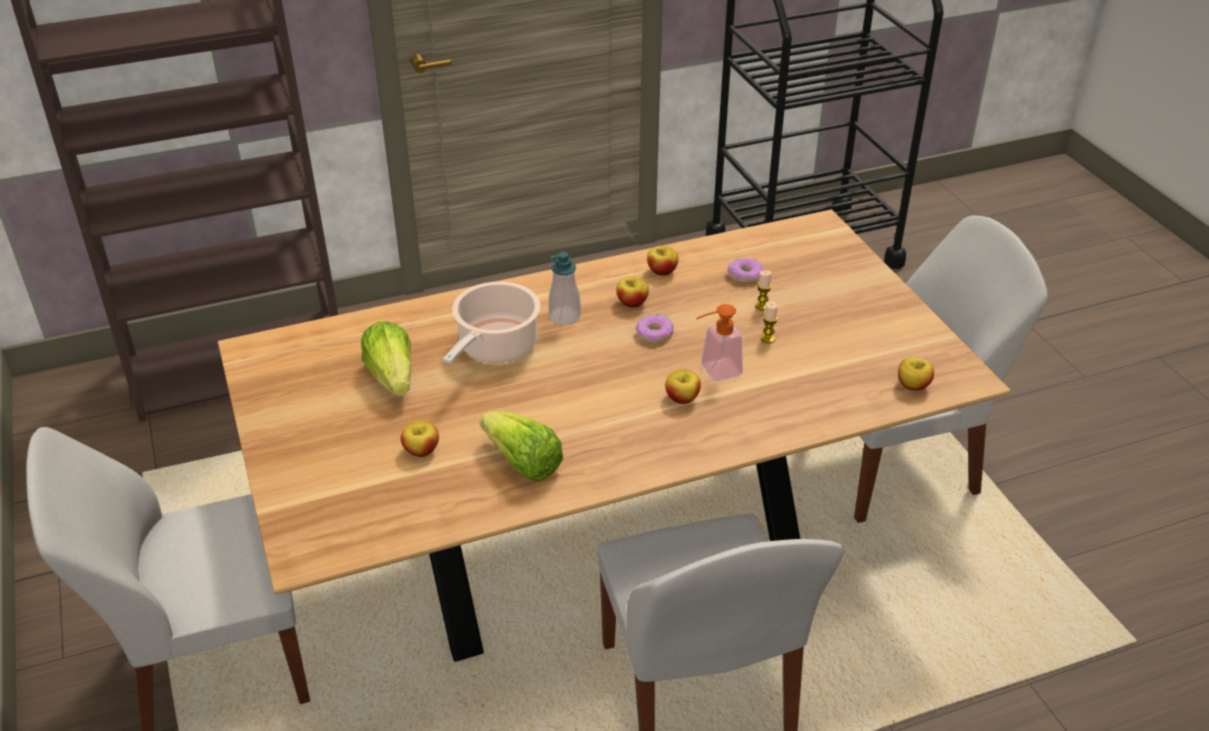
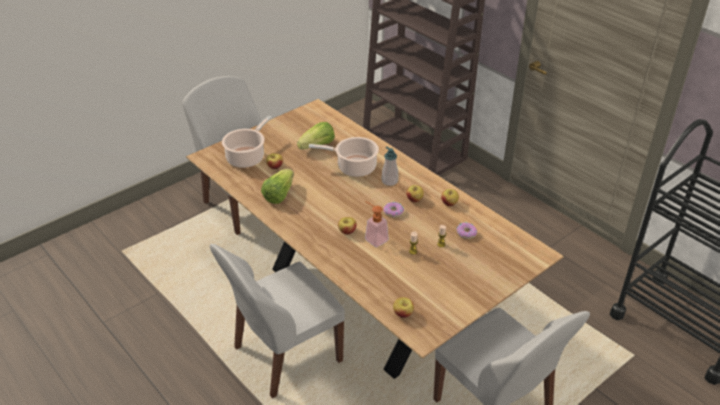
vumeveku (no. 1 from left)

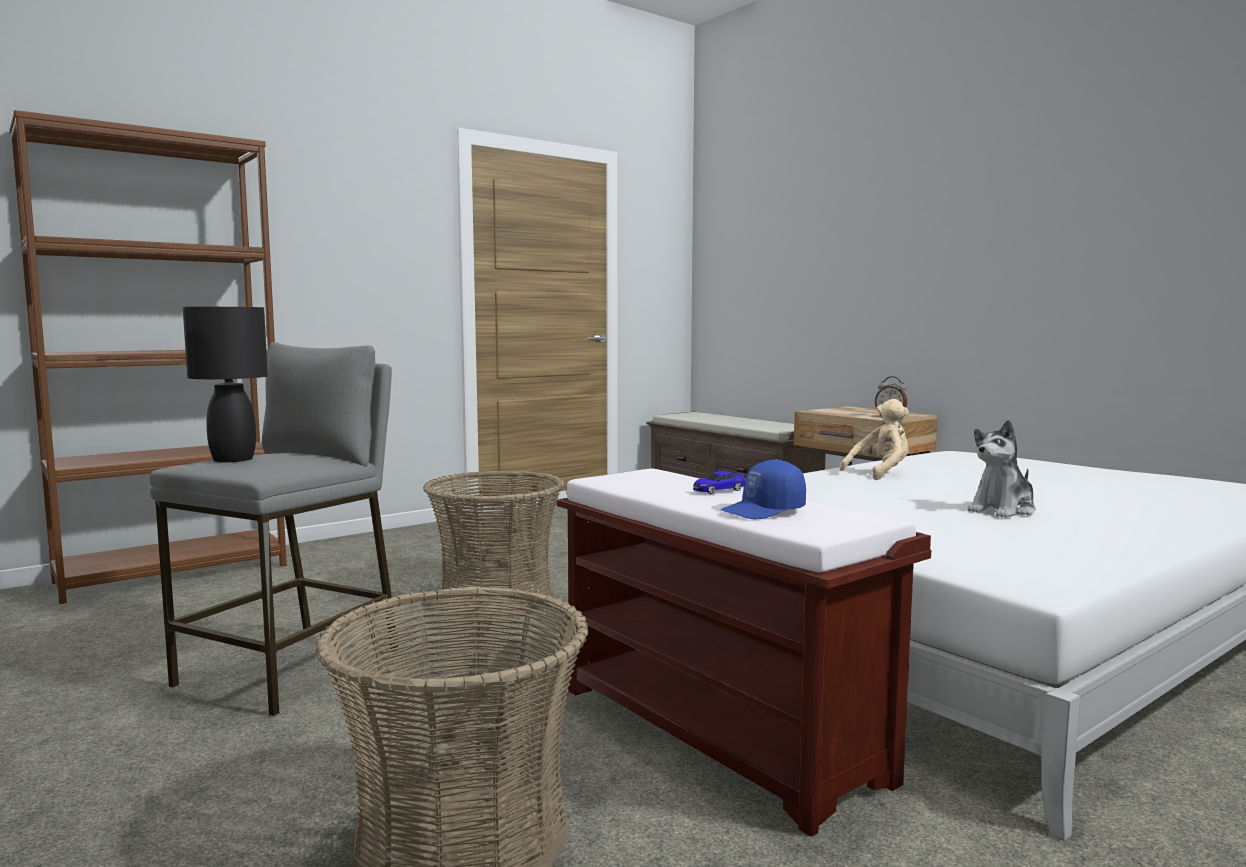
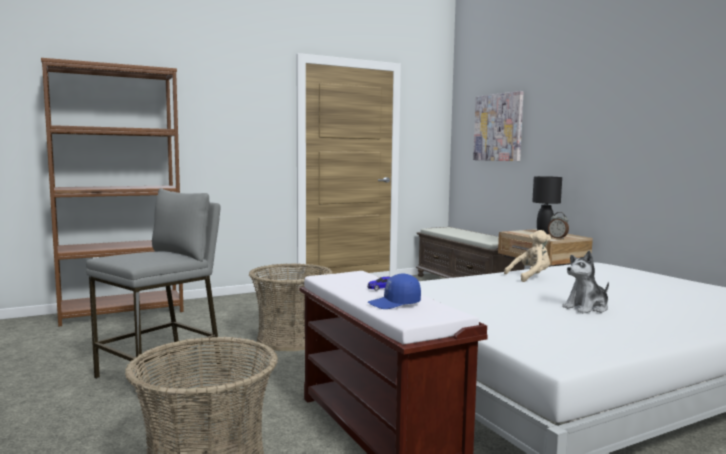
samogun
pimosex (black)

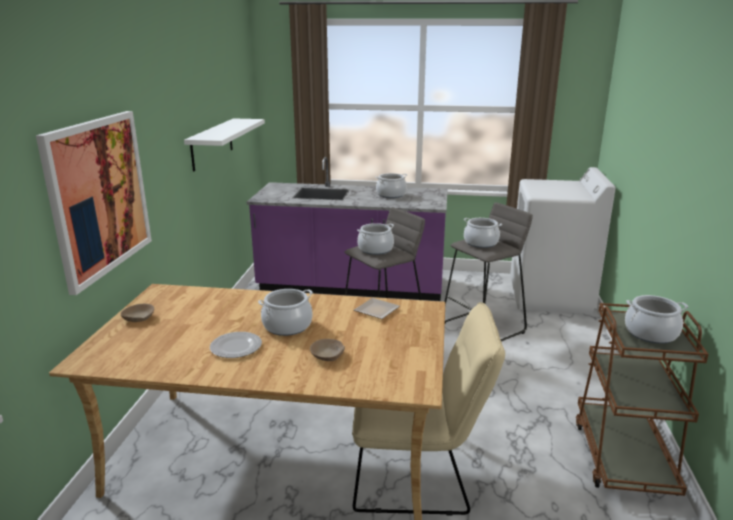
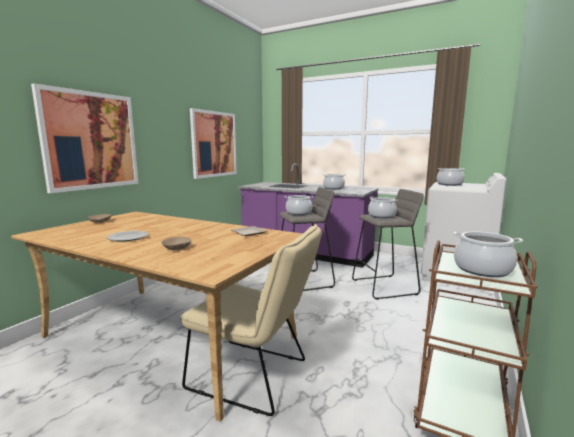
samogun (no. 2 from left)
vumeveku (no. 4 from left)

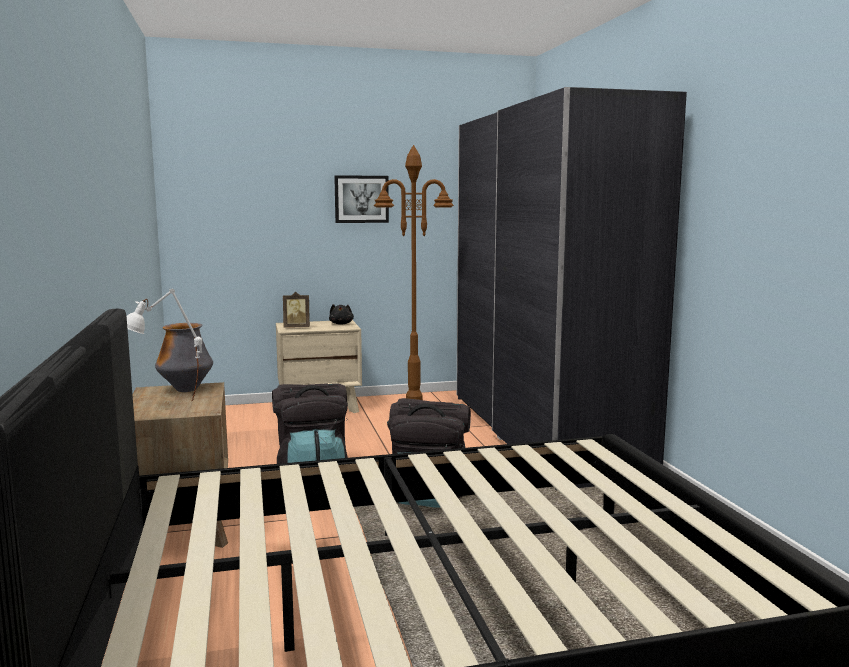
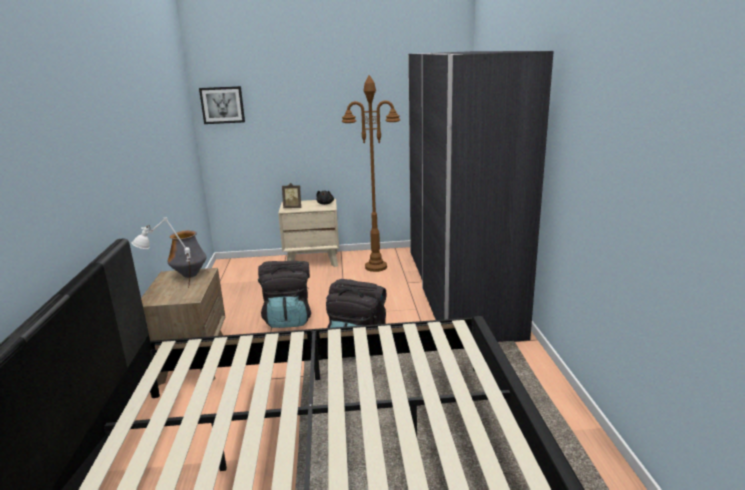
samogun

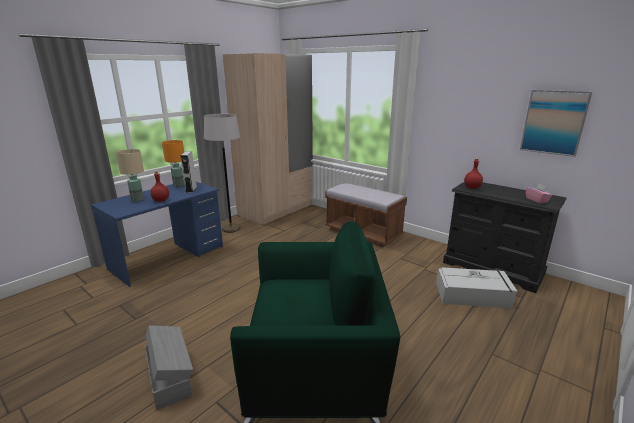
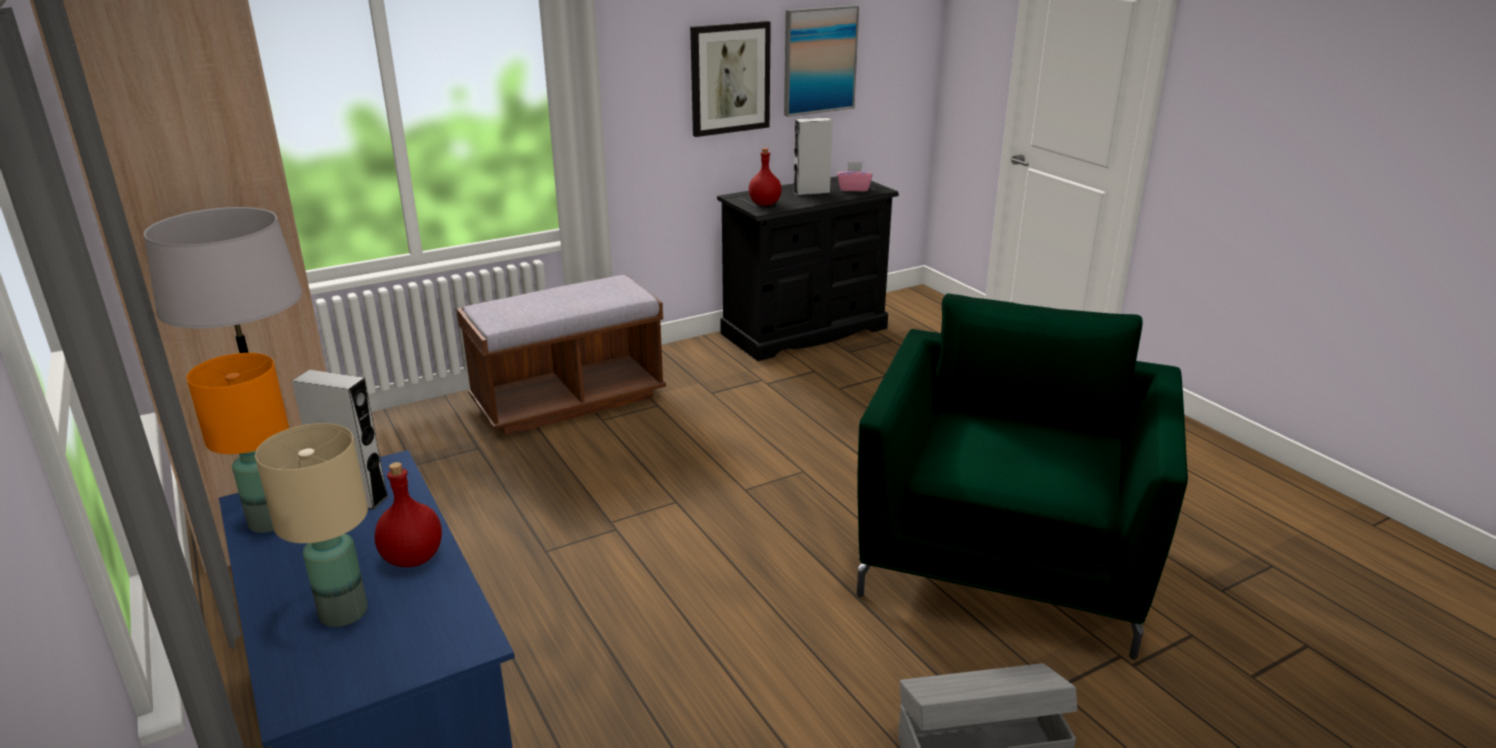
samogun (no. 1 from left)
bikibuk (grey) (no. 2 from left)
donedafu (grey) (no. 2 from left in the first image)

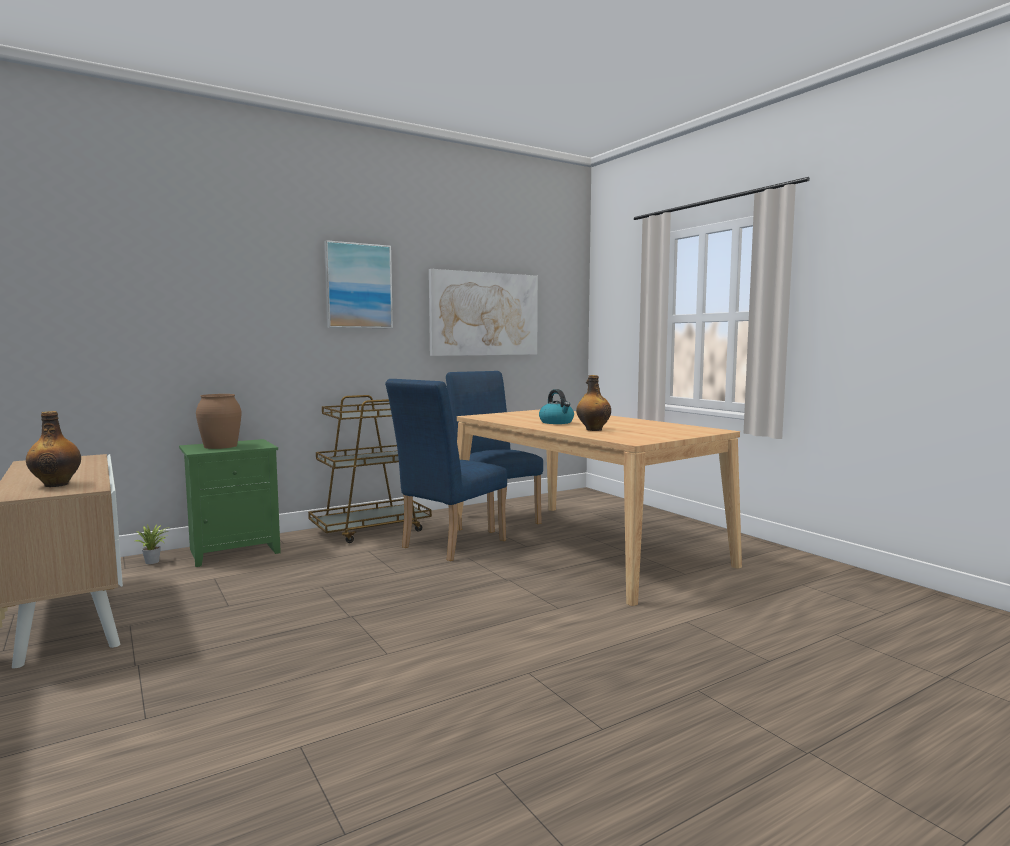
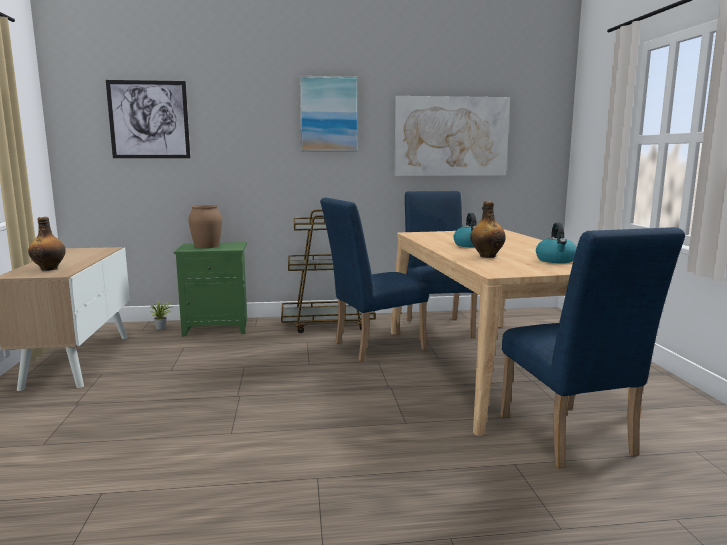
samogun (no. 1 from left)
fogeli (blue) (no. 3 from left)
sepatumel (no. 2 from left)

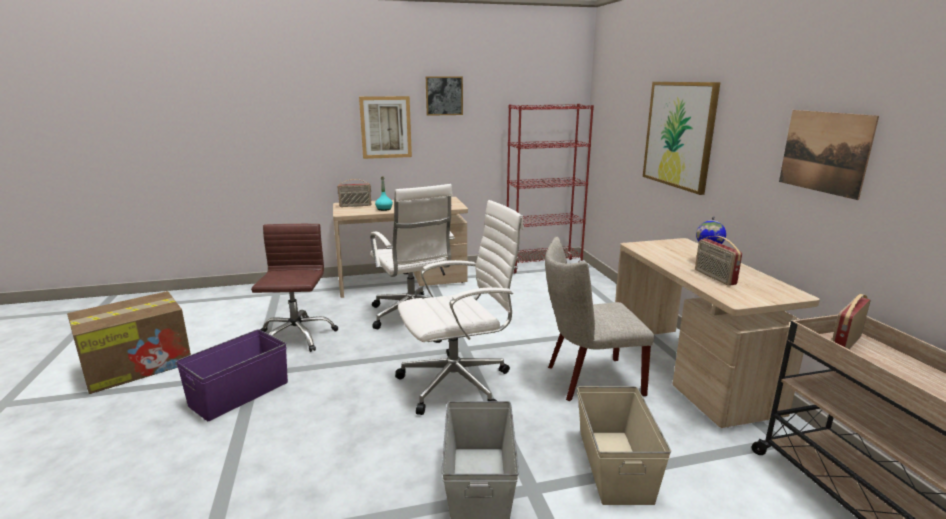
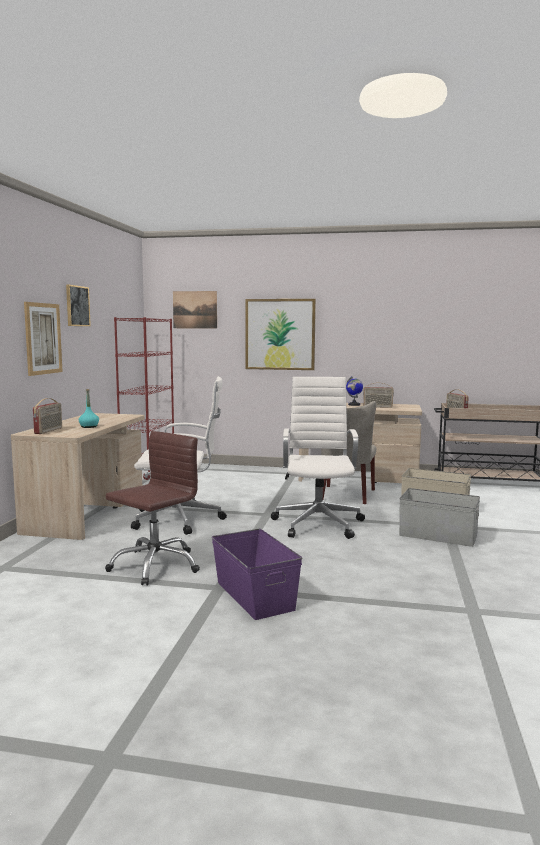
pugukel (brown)
samogun (no. 3 from left)
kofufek

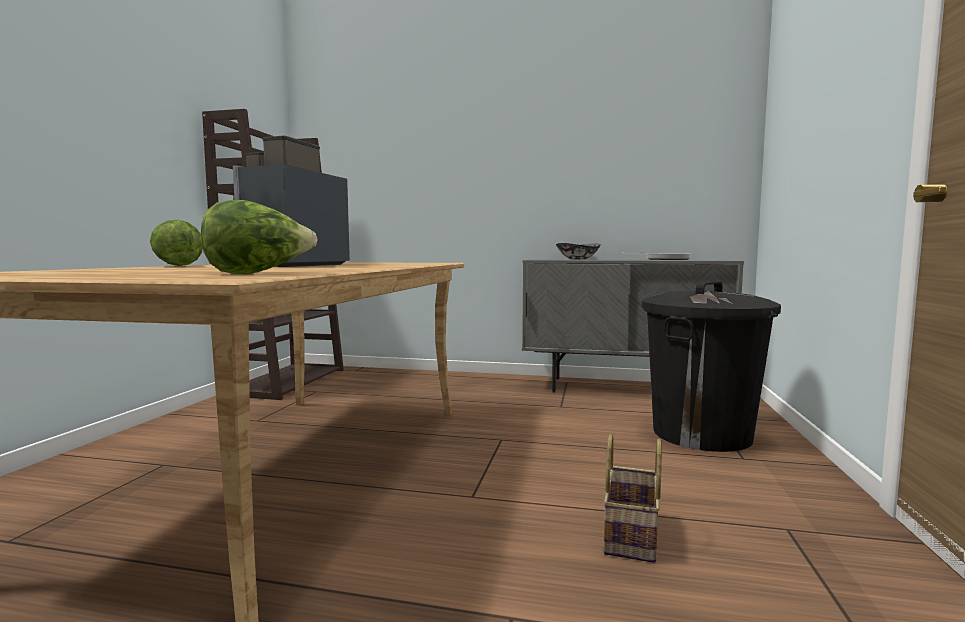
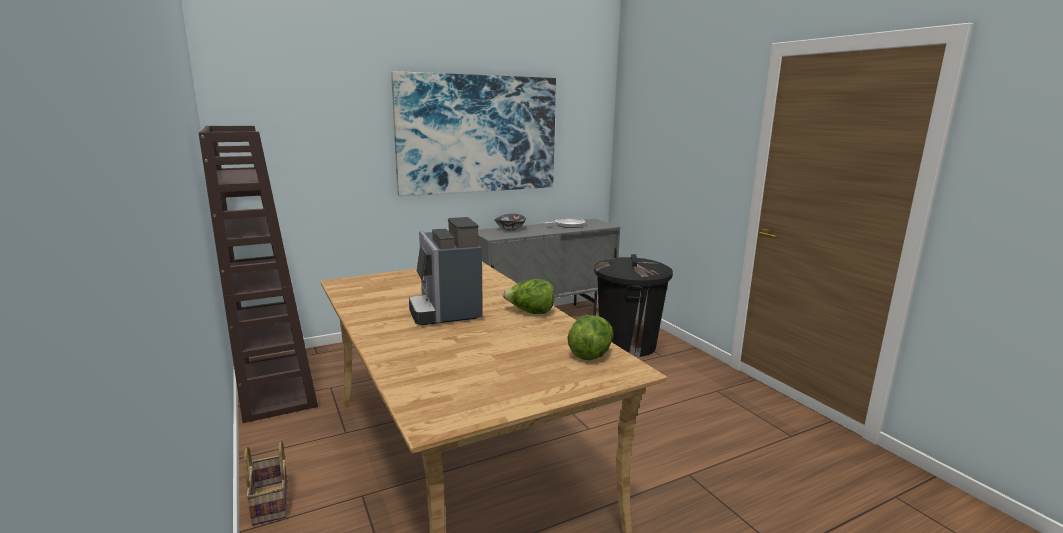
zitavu
samogun
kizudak (no. 1 from left)

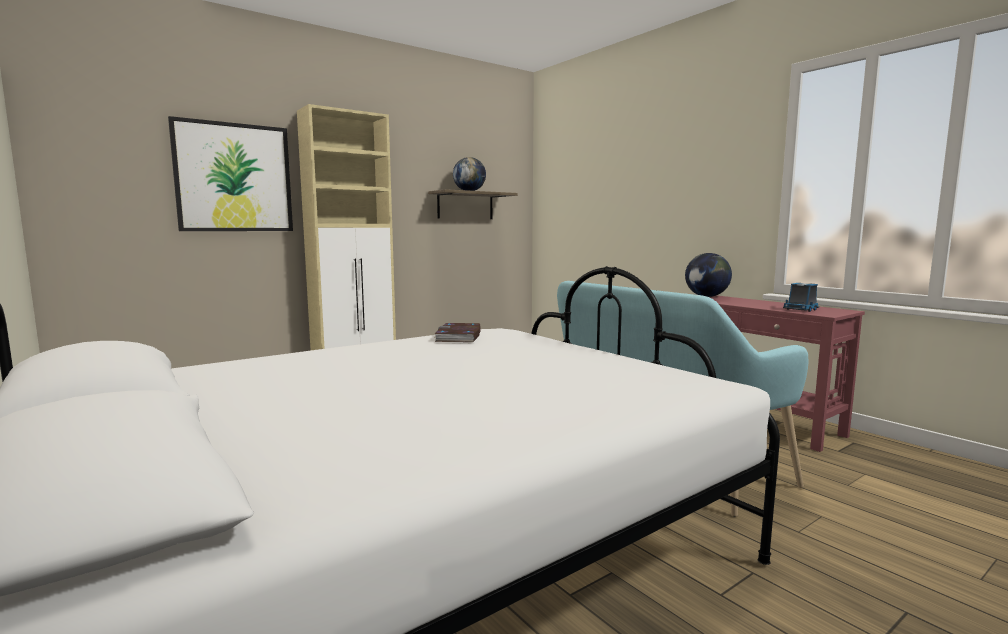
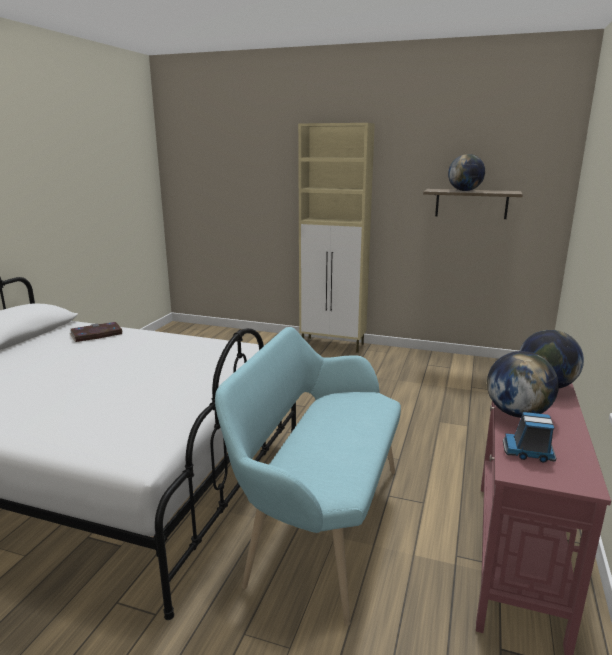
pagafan
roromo (no. 2 from left)
samogun

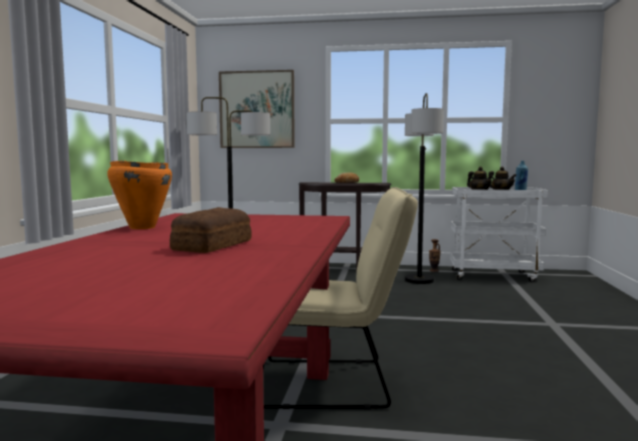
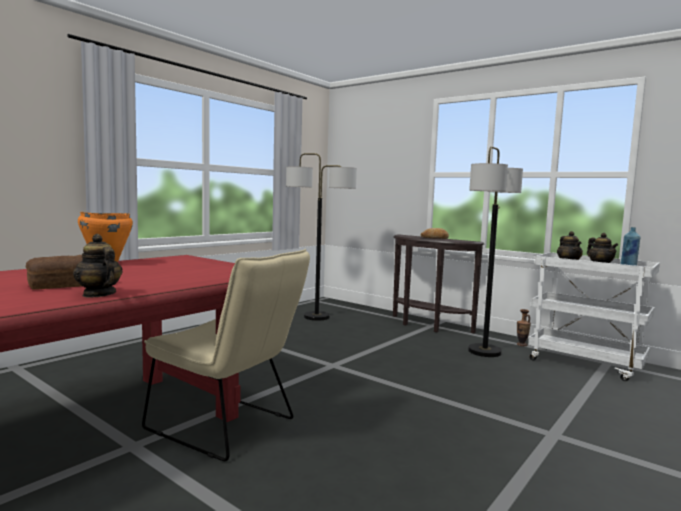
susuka (no. 1 from left)
samogun

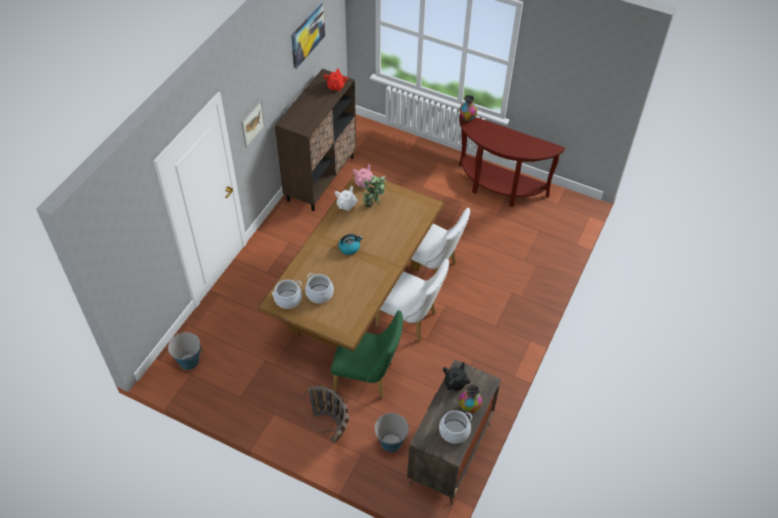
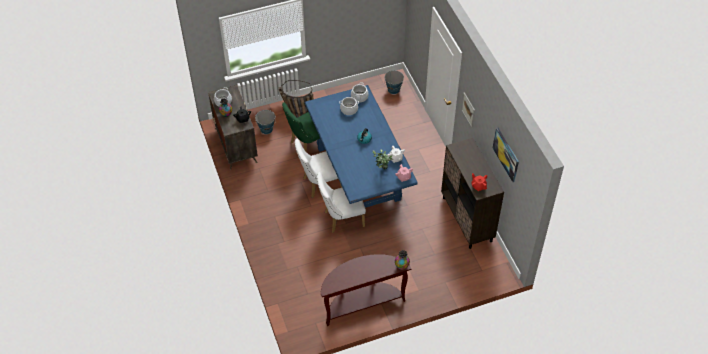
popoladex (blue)

